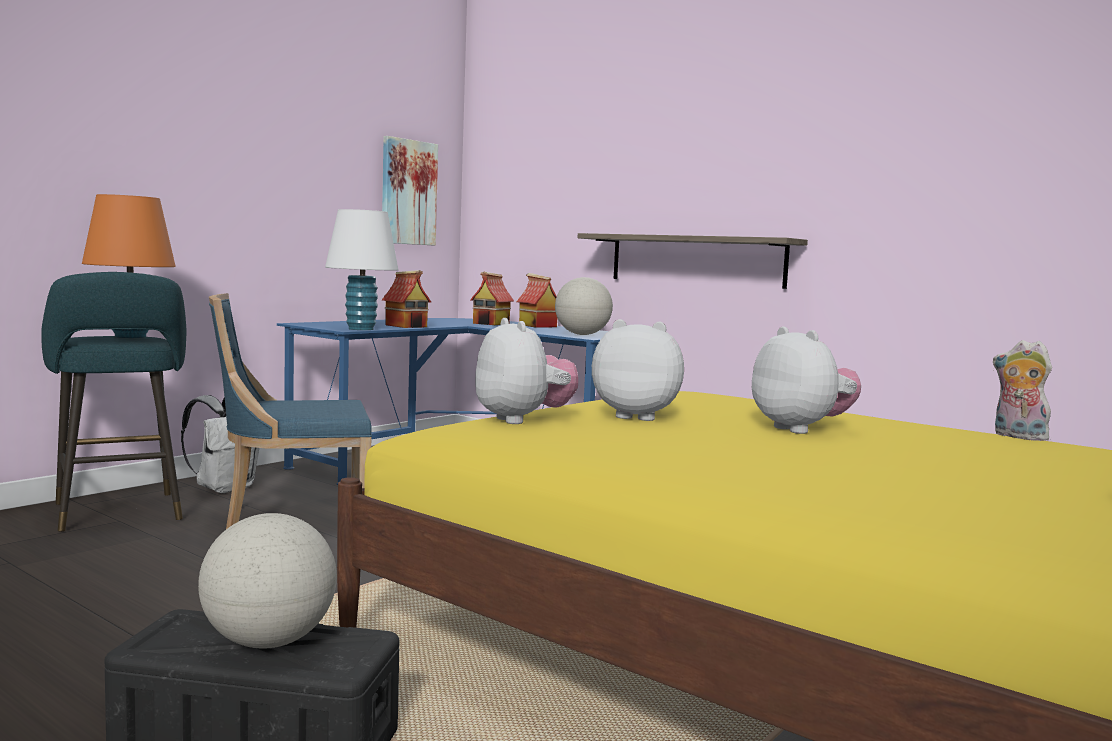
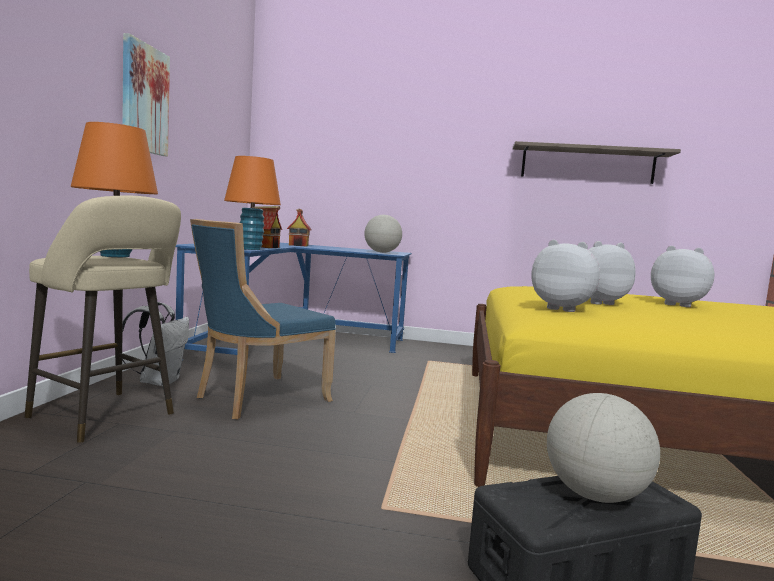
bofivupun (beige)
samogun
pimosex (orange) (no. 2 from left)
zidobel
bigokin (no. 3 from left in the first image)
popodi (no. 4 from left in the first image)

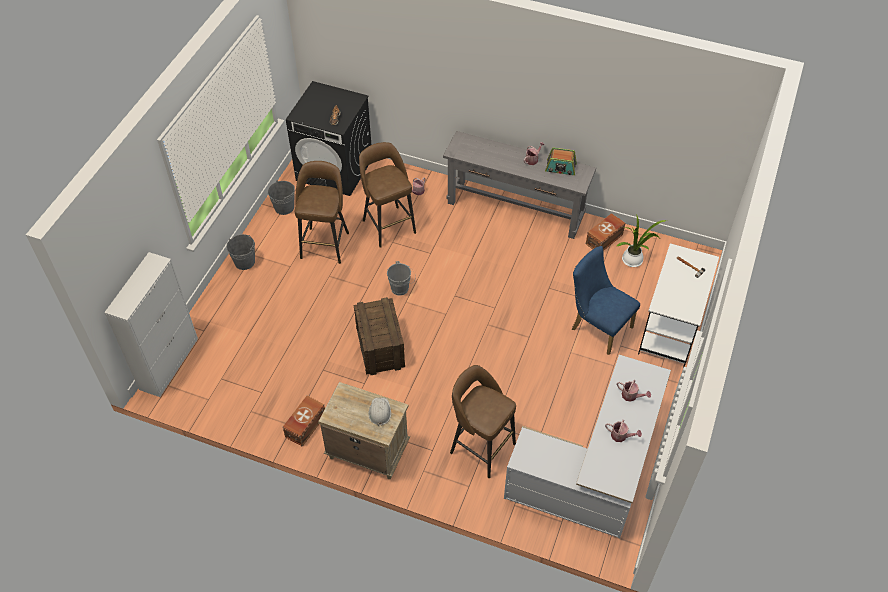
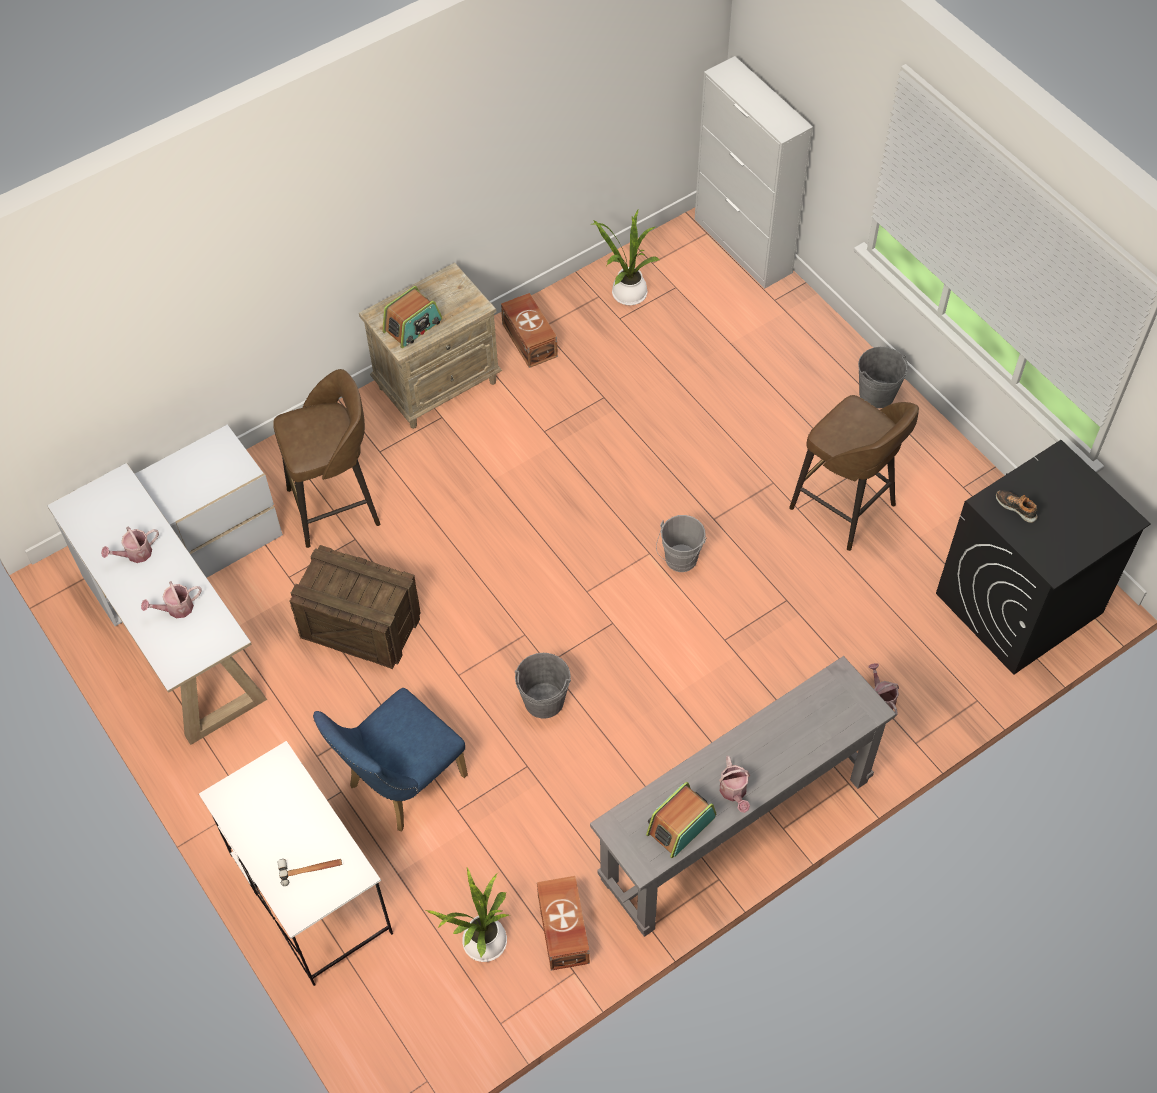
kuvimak
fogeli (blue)
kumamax (no. 1 from left)
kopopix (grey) (no. 1 from left)
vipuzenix (no. 2 from left)
bofivupun (brown) (no. 2 from left in the first image)

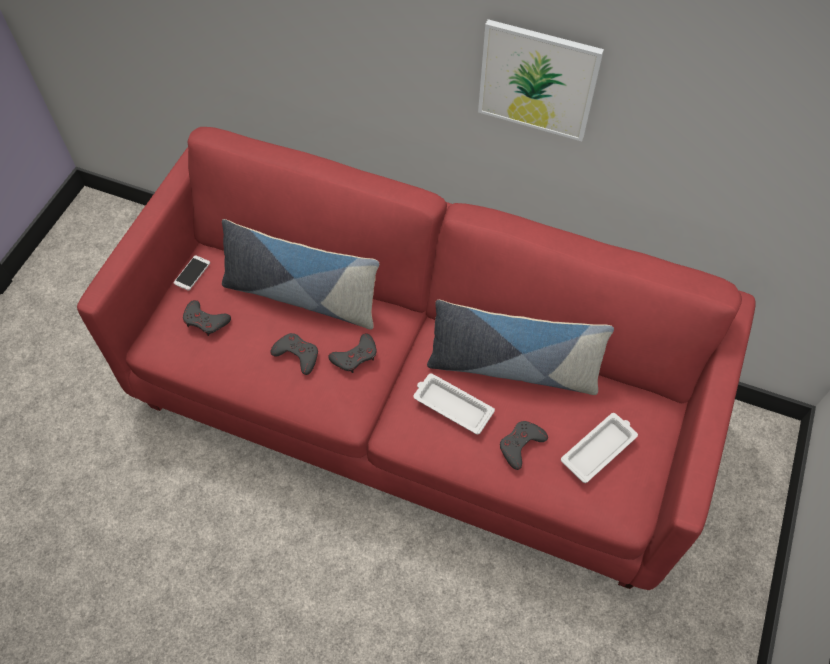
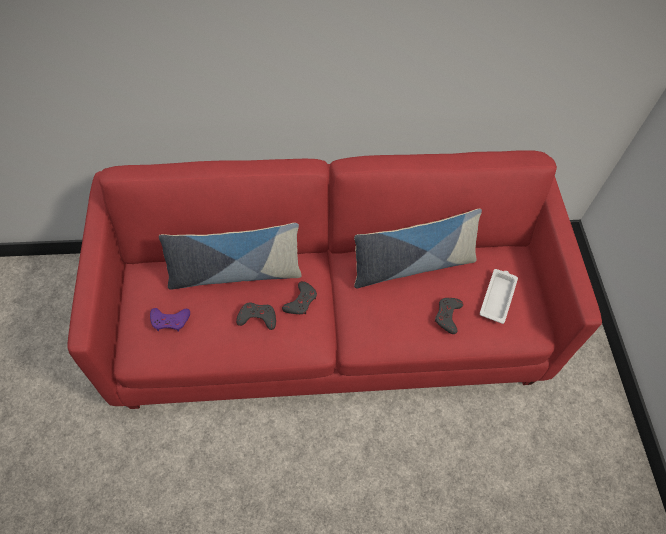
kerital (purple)
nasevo
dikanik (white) (no. 1 from left in the first image)
samogun

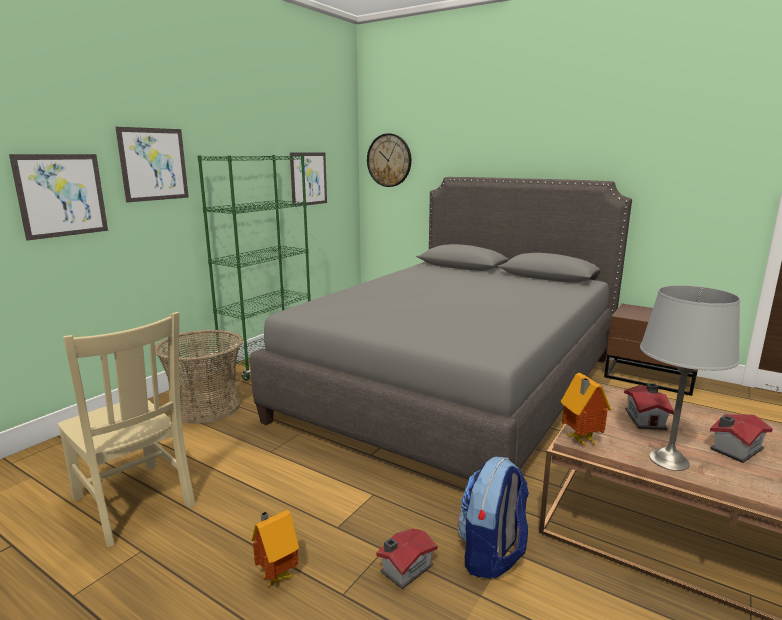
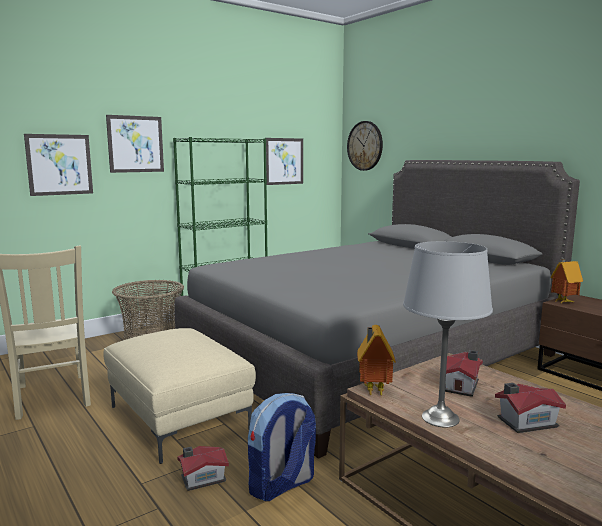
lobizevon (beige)
bigokin (no. 5 from left)

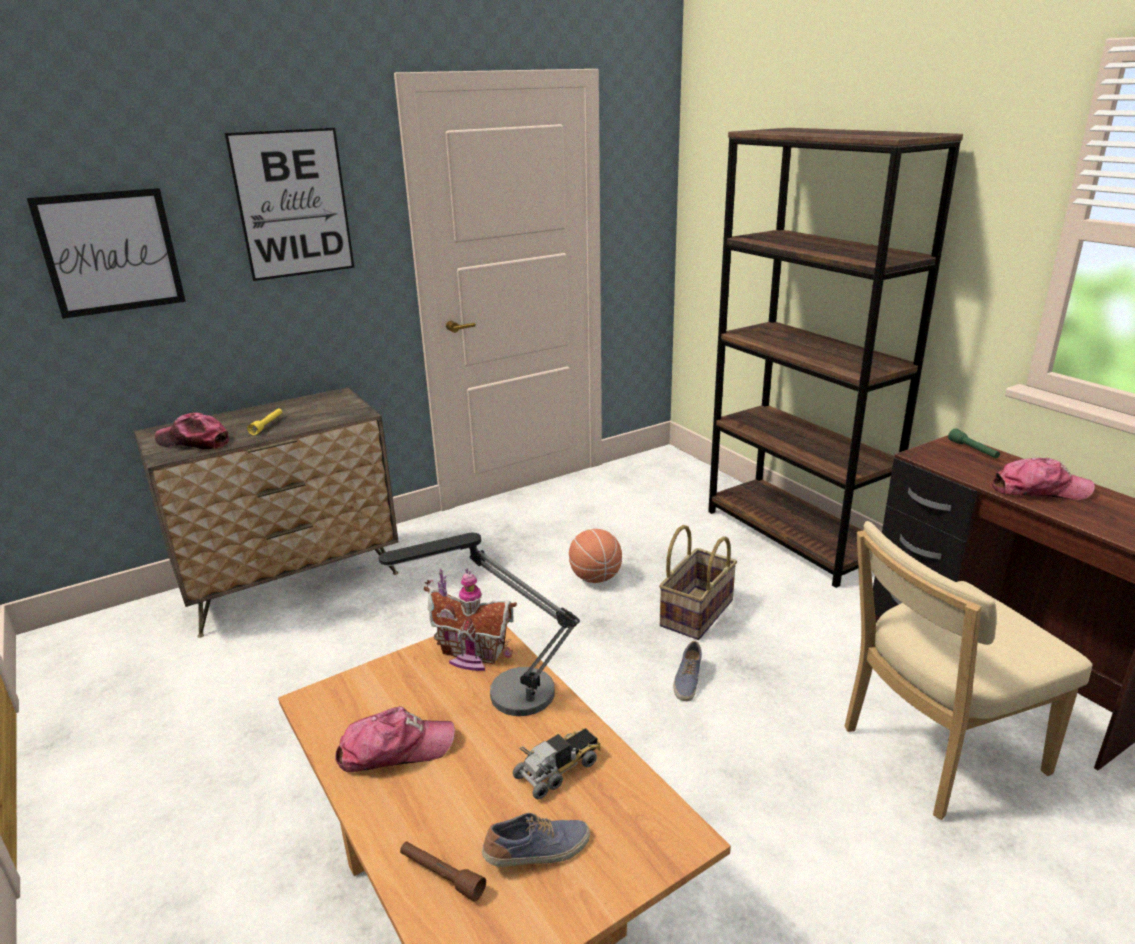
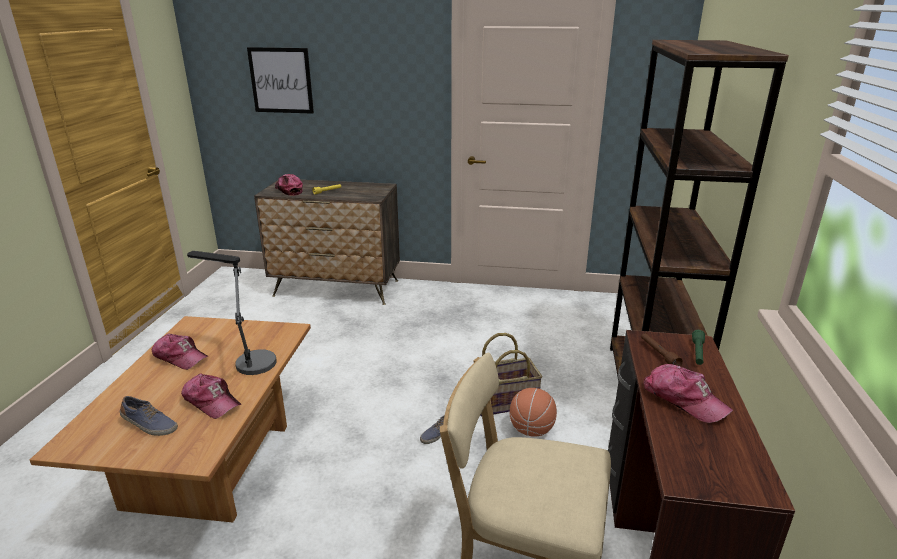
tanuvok (no. 2 from left)
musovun
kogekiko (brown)
samogun (no. 2 from left in the first image)
bigokin

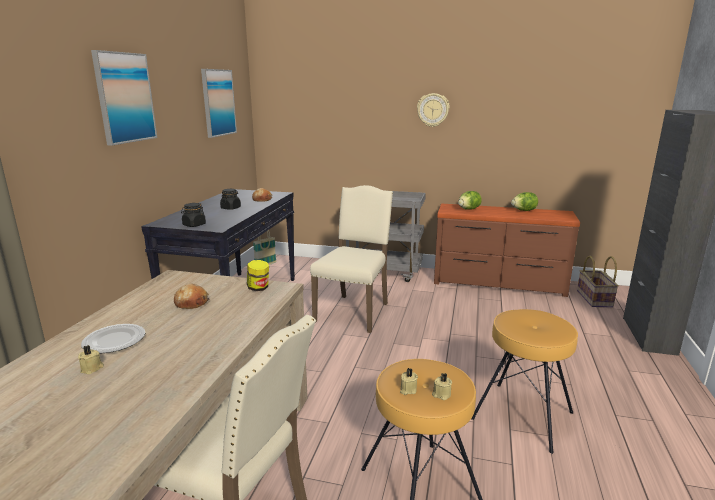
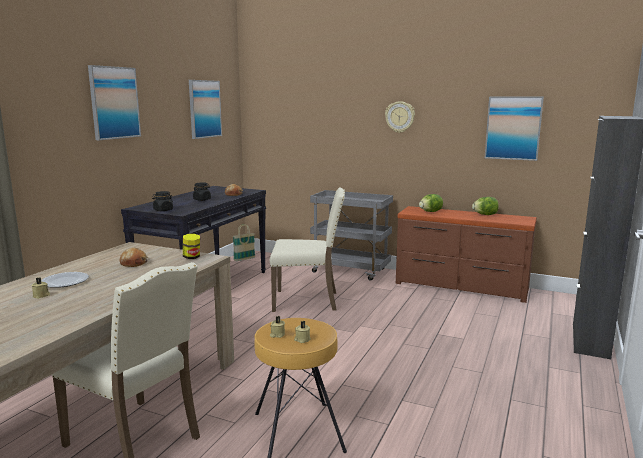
fogeli (beige) (no. 2 from left)
samogun (no. 3 from left)
bofivupun (brown) (no. 2 from left in the first image)
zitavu (no. 2 from left in the first image)

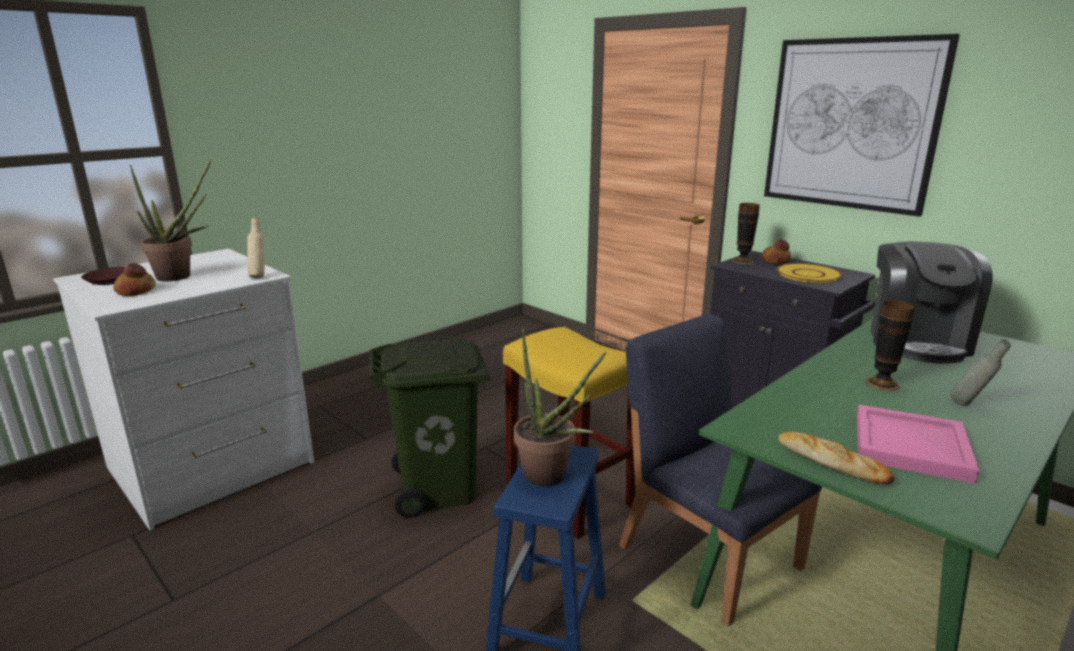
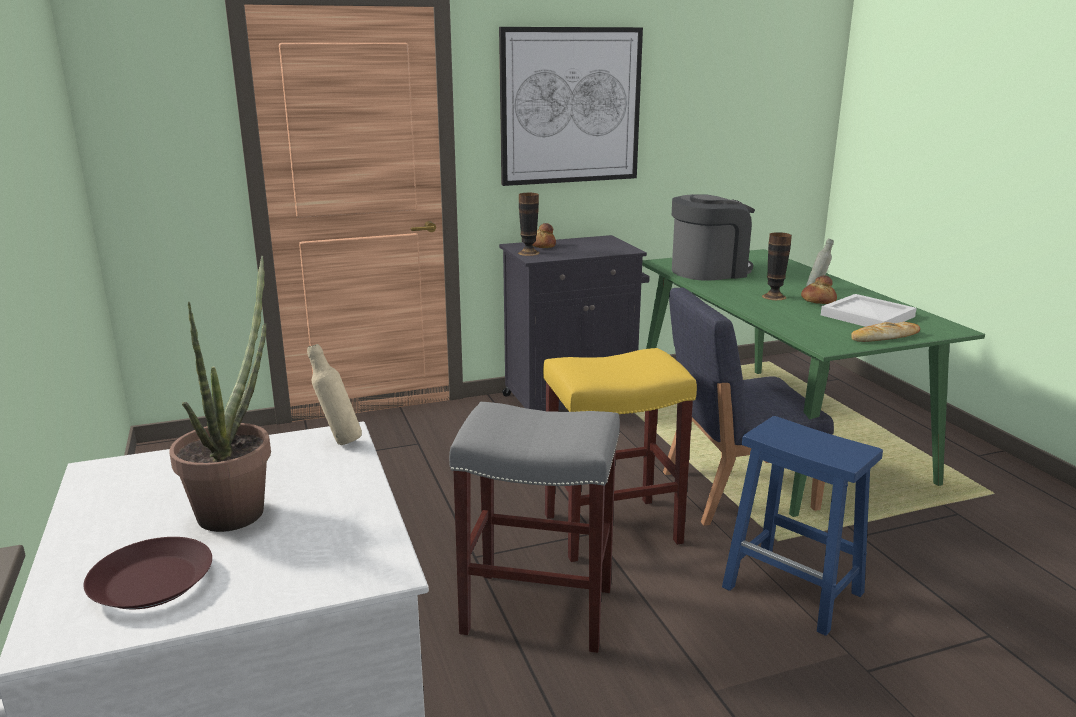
bofivupun (grey)
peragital
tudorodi (no. 2 from left)
dikanik (white)
vipuzenix (no. 2 from left in the first image)
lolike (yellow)

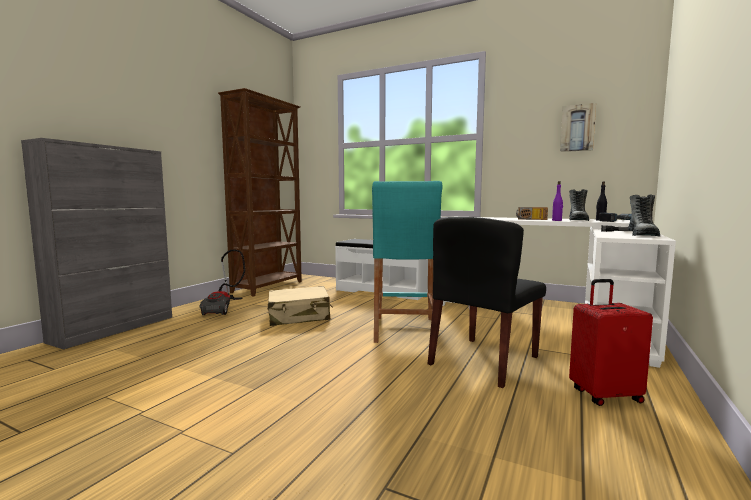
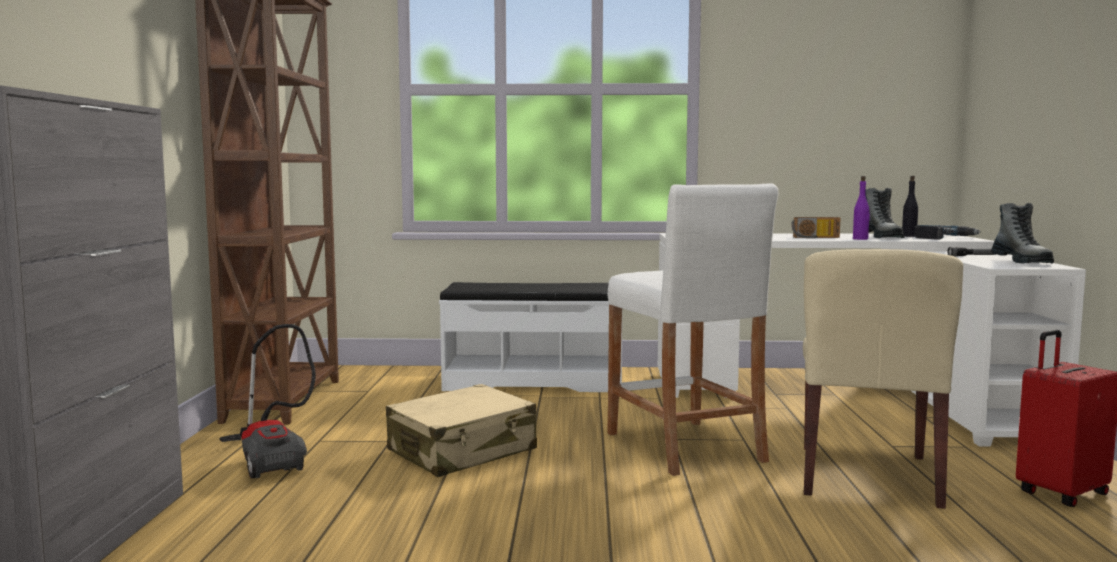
bofivupun (white)
fogeli (beige)
samogun

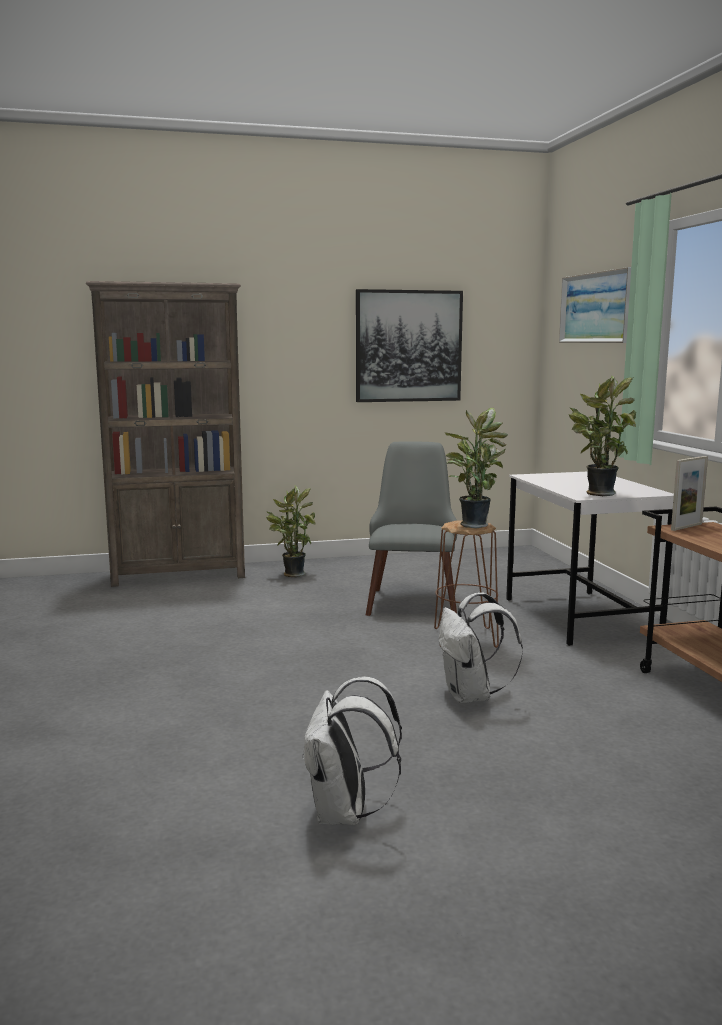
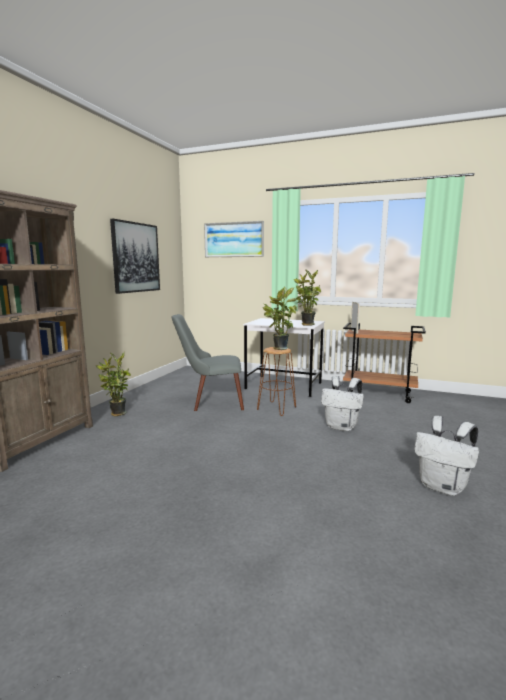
fogeli (grey)

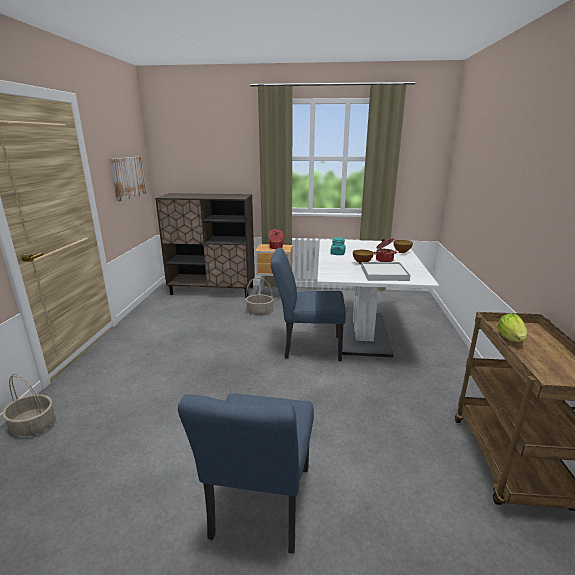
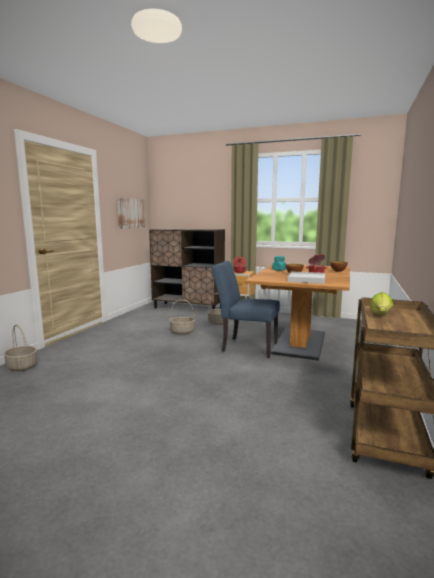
zitavu (no. 2 from left)
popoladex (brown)
fogeli (blue) (no. 1 from left in the first image)

